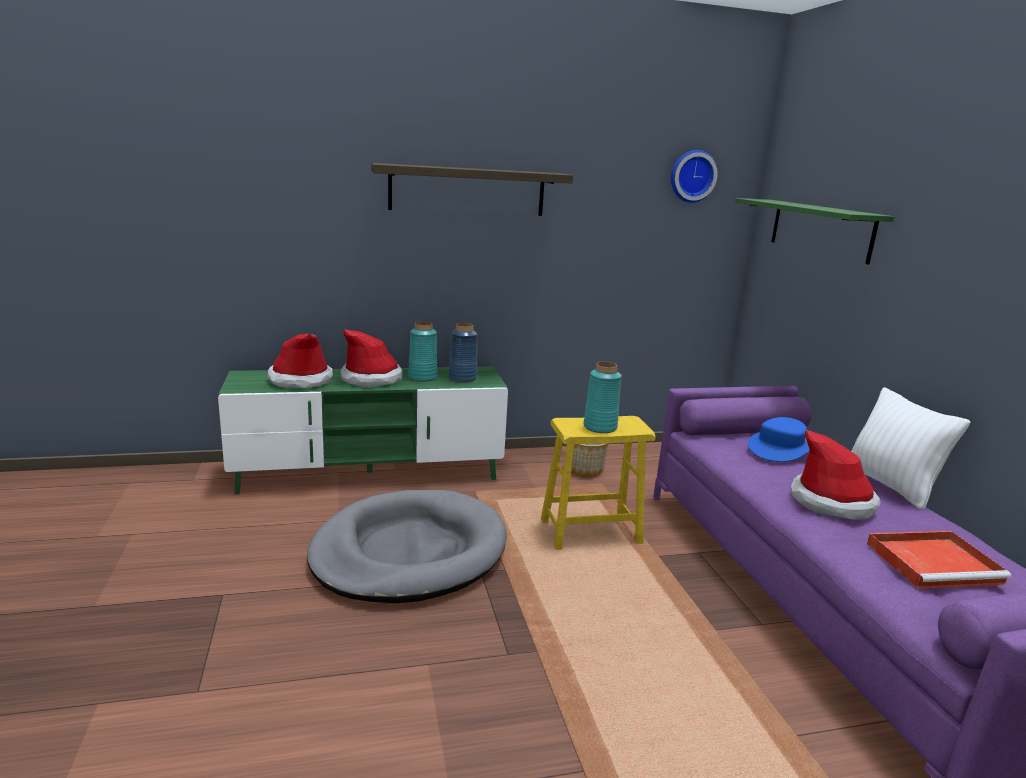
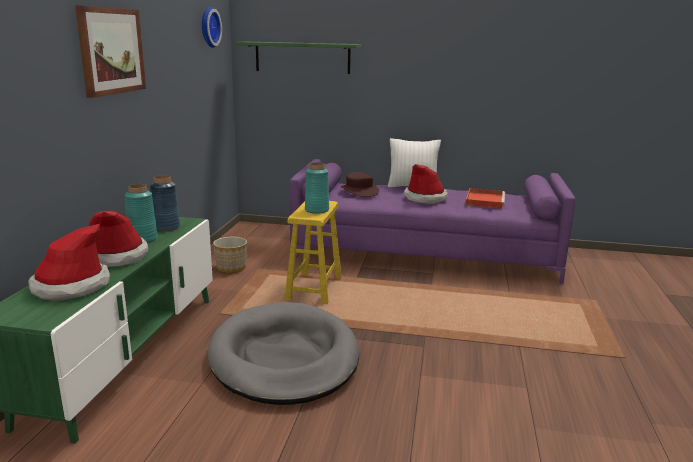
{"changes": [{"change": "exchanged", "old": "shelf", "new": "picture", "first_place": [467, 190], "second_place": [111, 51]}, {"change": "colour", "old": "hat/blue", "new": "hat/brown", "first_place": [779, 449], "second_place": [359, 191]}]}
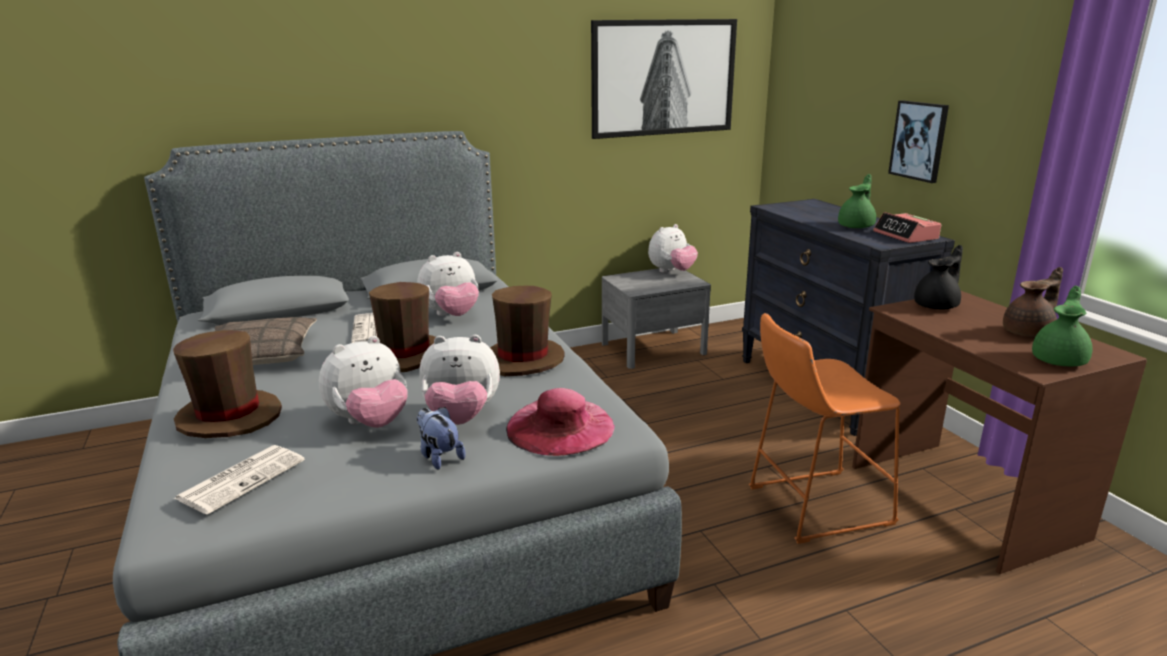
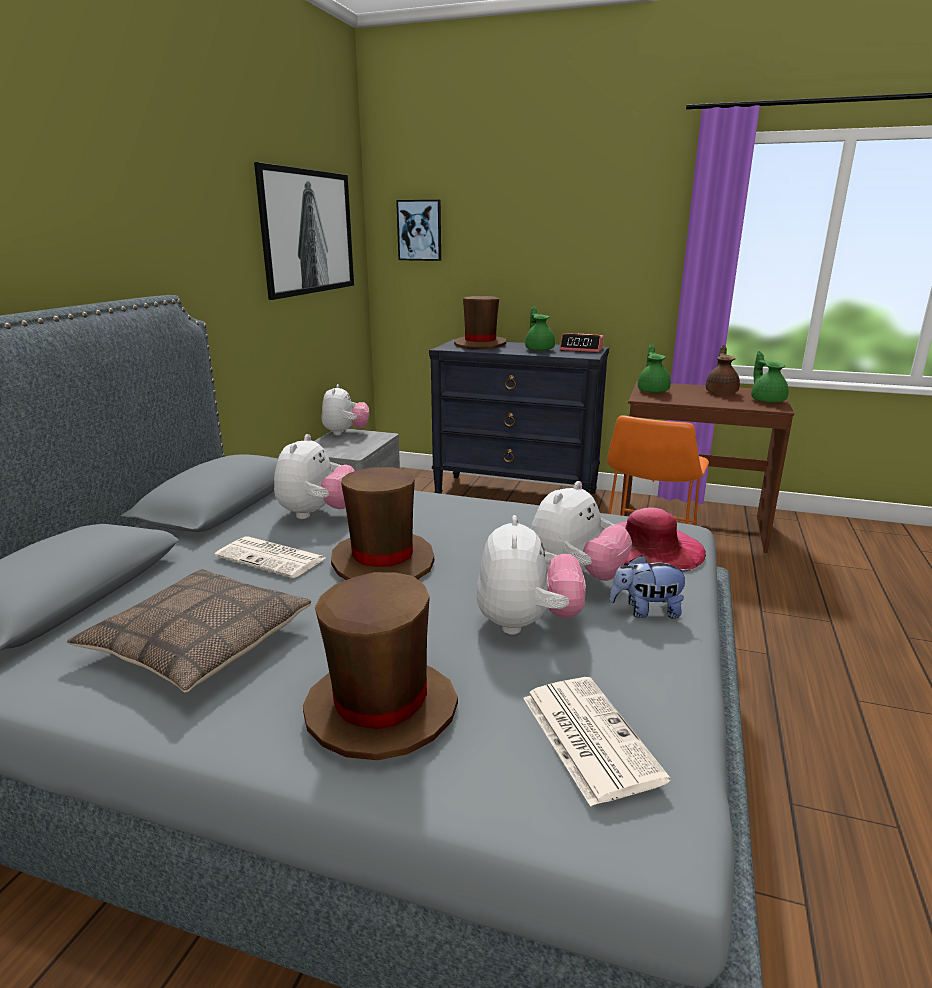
{"changes": [{"change": "relocated", "old": "hat/brown", "first_place": [523, 360], "second_place": [480, 344]}, {"change": "relocated", "old": "picture", "first_place": [919, 140], "second_place": [419, 230]}, {"change": "colour", "old": "teapot/black", "new": "teapot/green", "first_place": [937, 306], "second_place": [653, 391]}]}
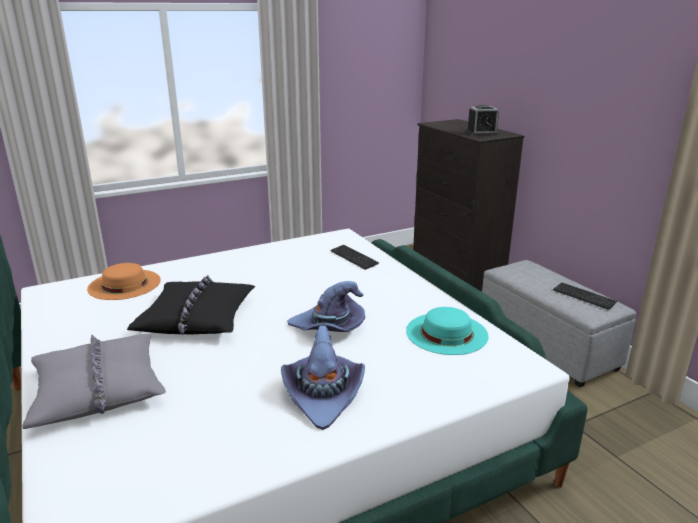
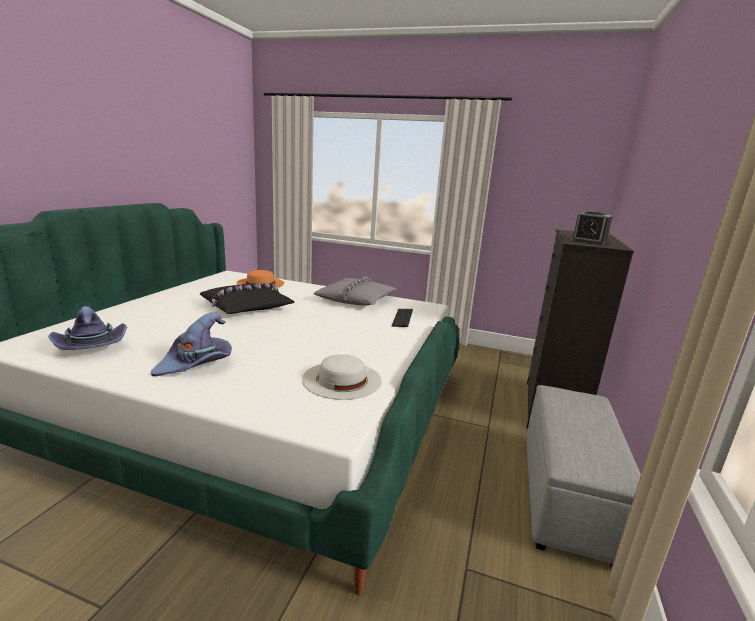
{"changes": [{"change": "relocated", "old": "pillow/grey", "first_place": [98, 389], "second_place": [356, 299]}, {"change": "relocated", "old": "hat/purple", "first_place": [329, 327], "second_place": [91, 347]}, {"change": "colour", "old": "hat/turquoise", "new": "hat/white", "first_place": [446, 333], "second_place": [342, 379]}, {"change": "missing", "old": "keyboard", "first_place": [584, 297]}]}
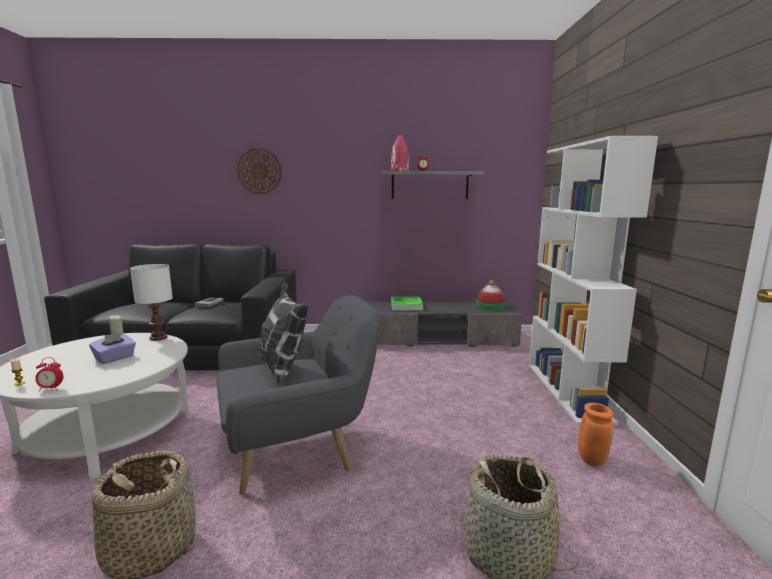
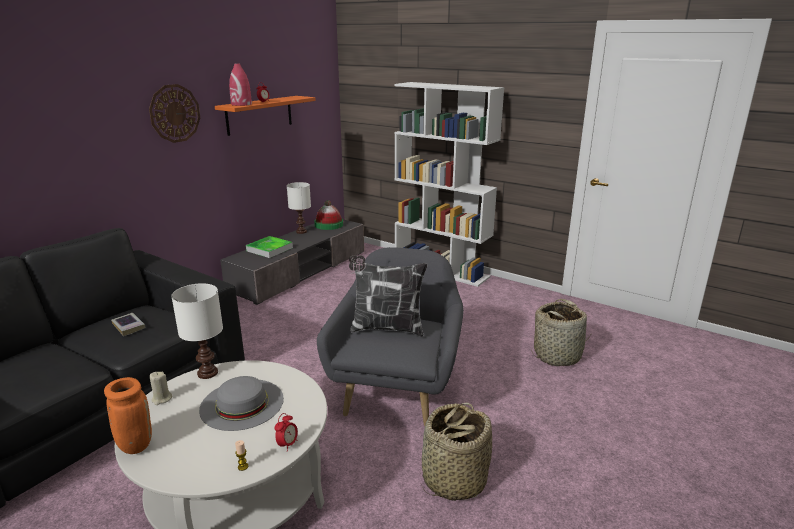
{"changes": [{"change": "exchanged", "old": "tissue box/purple", "new": "hat/grey", "first_place": [115, 358], "second_place": [242, 403]}, {"change": "relocated", "old": "wall clock", "first_place": [259, 171], "second_place": [174, 113]}, {"change": "colour", "old": "shelf/grey", "new": "shelf/orange", "first_place": [430, 185], "second_place": [259, 115]}, {"change": "relocated", "old": "vase/orange", "first_place": [591, 459], "second_place": [134, 445]}, {"change": "appeared", "new": "table lamp/white", "second_place": [302, 232]}]}
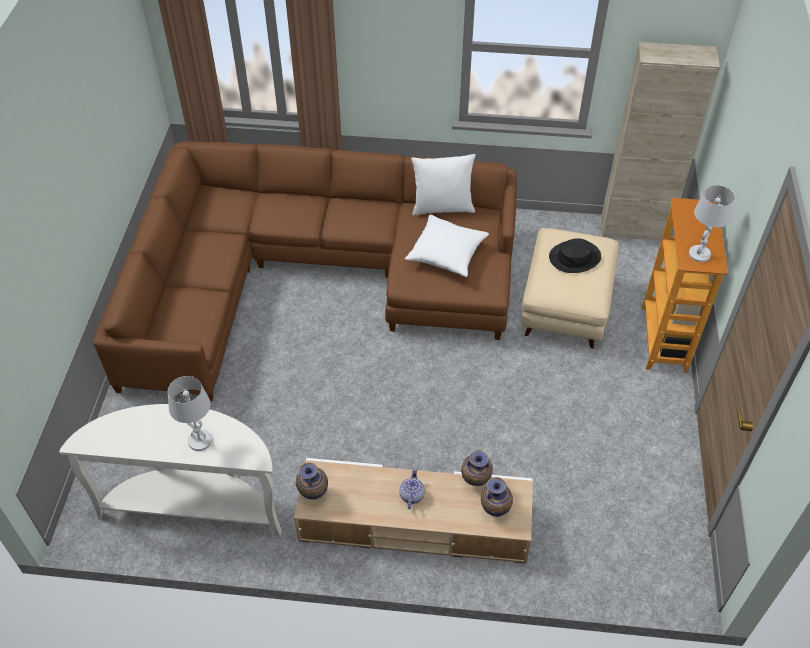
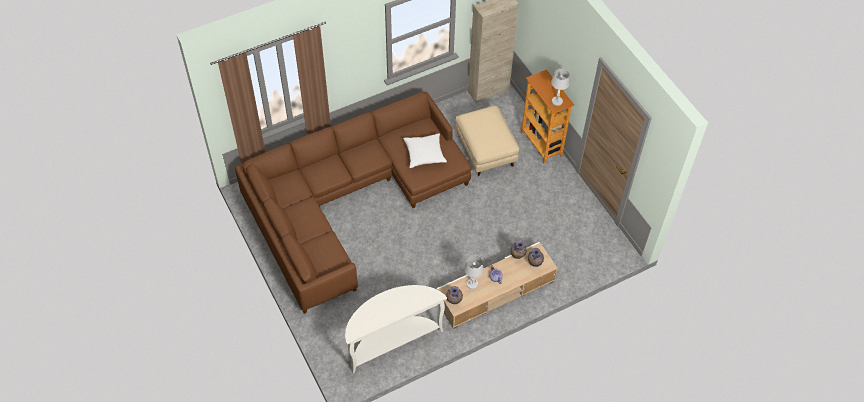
{"changes": [{"change": "relocated", "old": "table lamp/white", "first_place": [199, 441], "second_place": [472, 284]}, {"change": "missing", "old": "pillow/white", "first_place": [442, 208]}, {"change": "missing", "old": "hat/black", "first_place": [574, 257]}]}
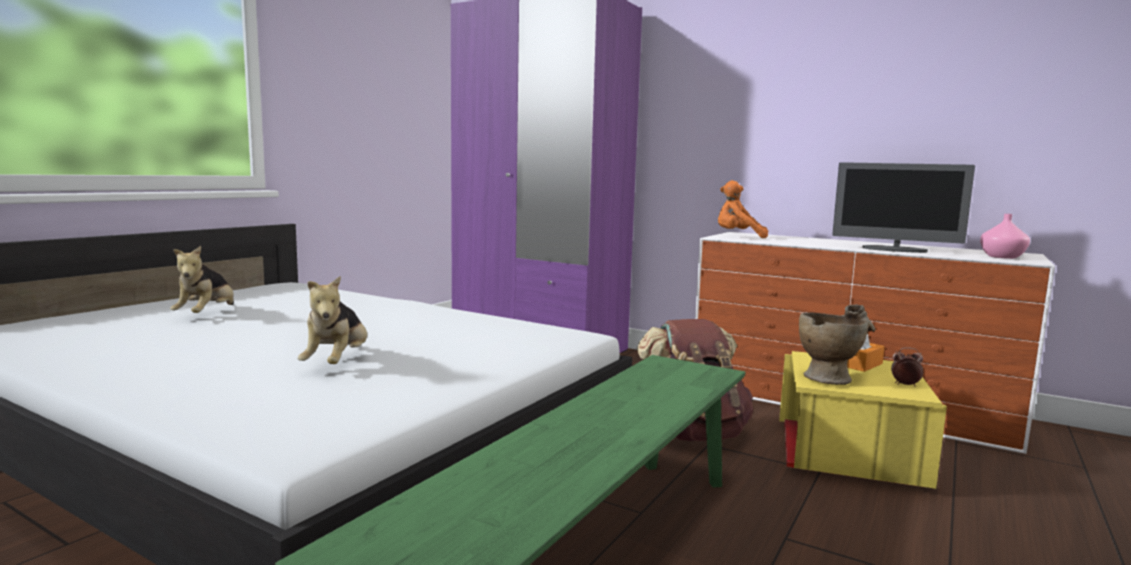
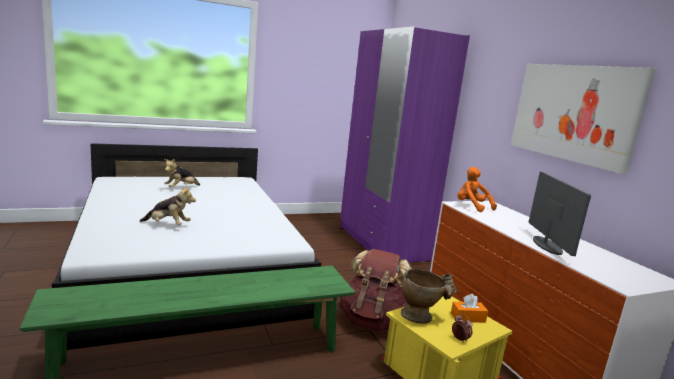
{"changes": [{"change": "spun", "old": "plush toy", "first_place": [337, 363], "second_place": [168, 225], "degrees": -120}, {"change": "spun", "old": "monitor", "first_place": [895, 250], "second_place": [546, 245], "degrees": -150}, {"change": "missing", "old": "vase/pink", "first_place": [1001, 257]}, {"change": "appeared", "new": "picture", "second_place": [573, 113]}]}
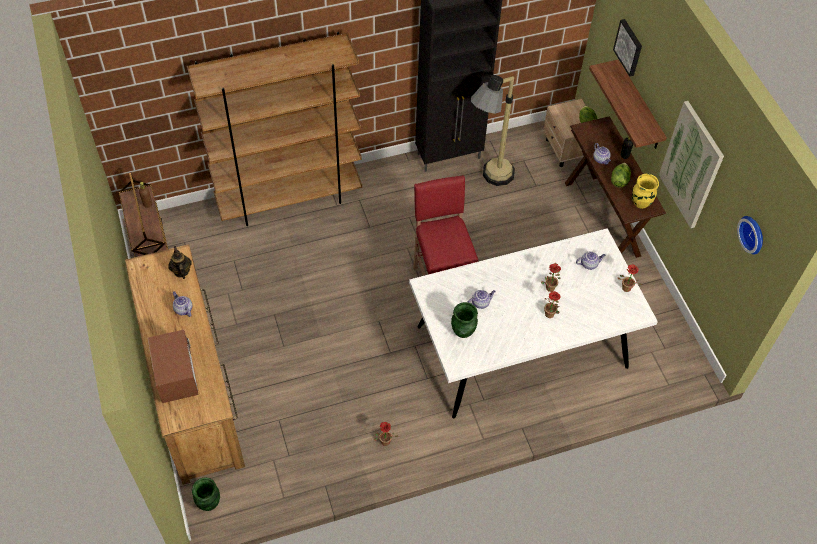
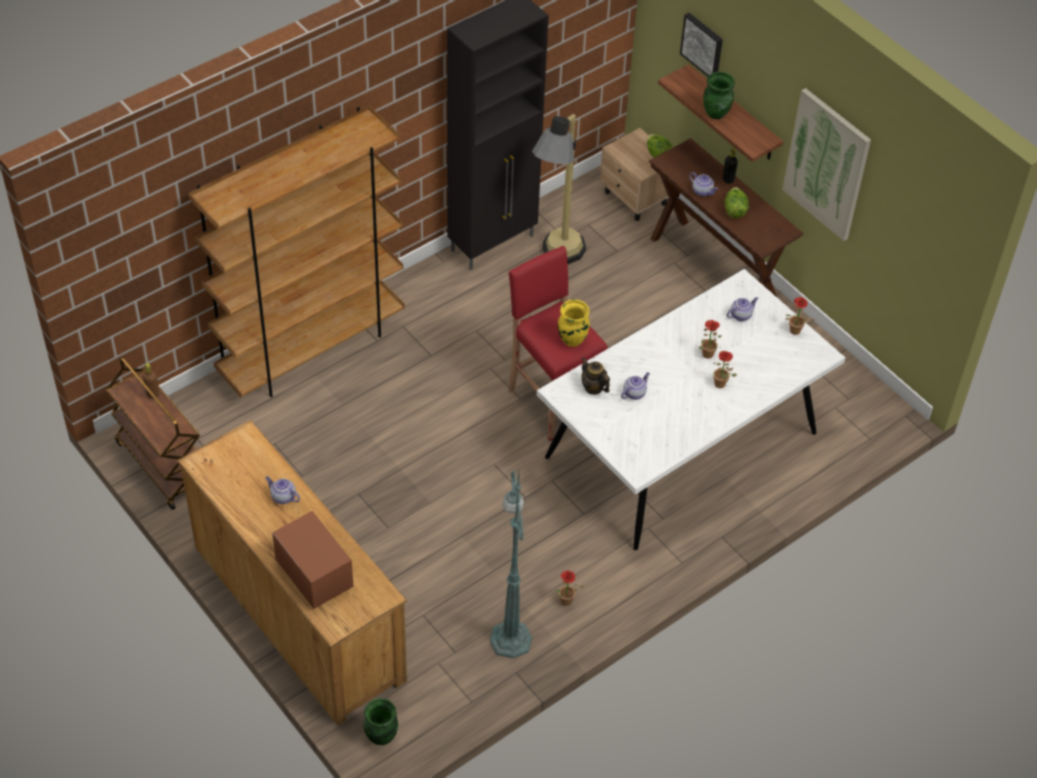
{"changes": [{"change": "relocated", "old": "teapot", "first_place": [181, 271], "second_place": [593, 387]}, {"change": "relocated", "old": "vase/green", "first_place": [463, 331], "second_place": [716, 113]}, {"change": "relocated", "old": "vase/yellow", "first_place": [640, 203], "second_place": [572, 340]}, {"change": "missing", "old": "wall clock", "first_place": [753, 234]}, {"change": "appeared", "new": "floor lamp/green", "second_place": [510, 637]}]}
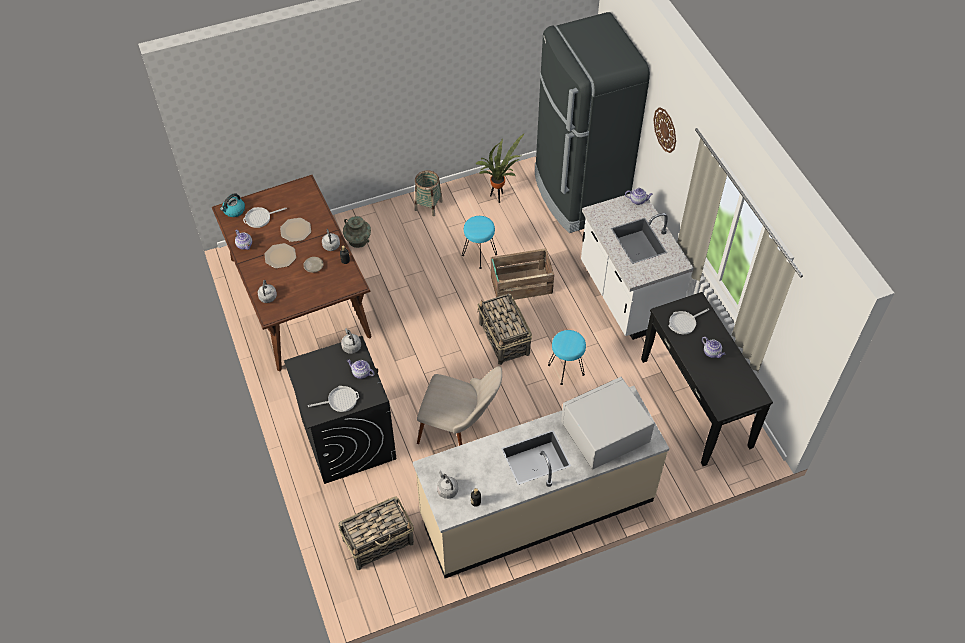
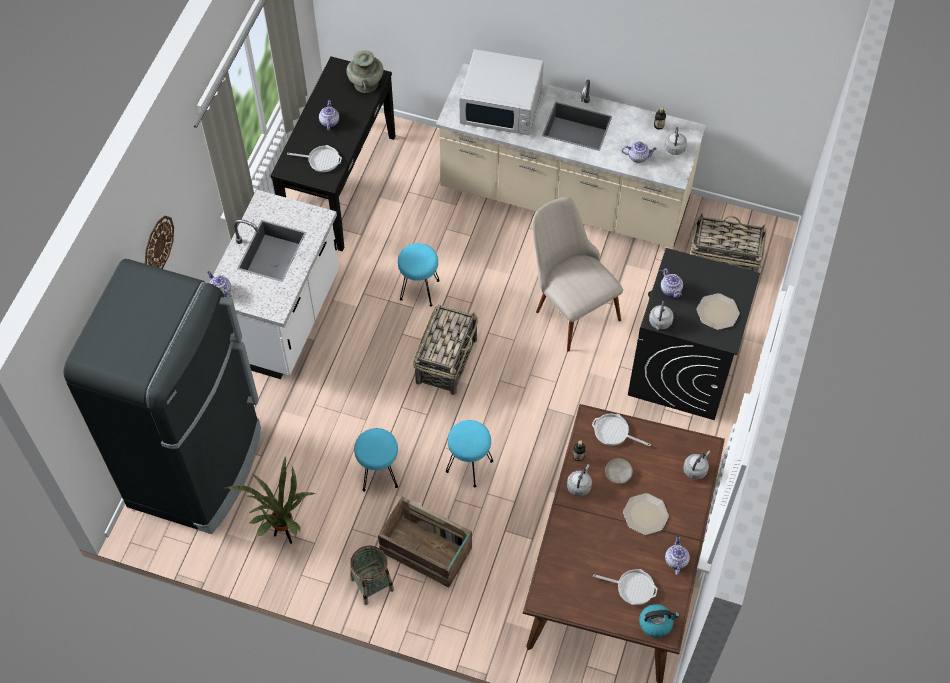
{"changes": [{"change": "relocated", "old": "plate", "first_place": [295, 230], "second_place": [718, 312]}, {"change": "relocated", "old": "frying pan", "first_place": [340, 400], "second_place": [613, 432]}, {"change": "relocated", "old": "vase/turquoise", "first_place": [358, 240], "second_place": [366, 83]}, {"change": "relocated", "old": "crate", "first_place": [520, 284], "second_place": [427, 551]}, {"change": "appeared", "new": "stool/turquoise", "second_place": [469, 465]}, {"change": "appeared", "new": "teapot", "second_place": [638, 157]}]}
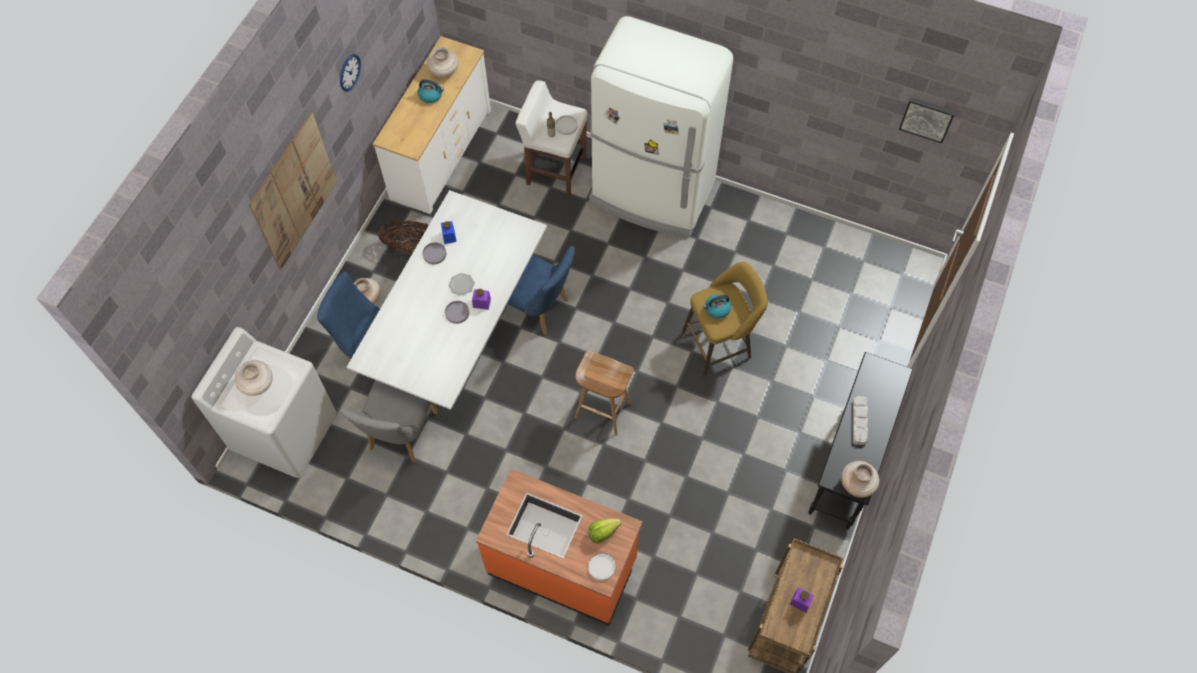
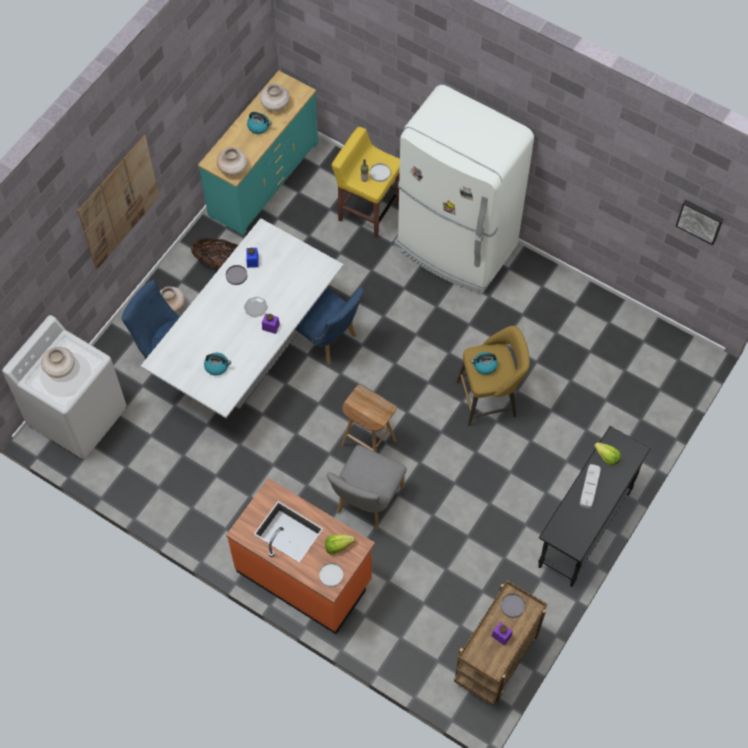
{"changes": [{"change": "missing", "old": "wall clock", "first_place": [349, 72]}, {"change": "relocated", "old": "chair/grey", "first_place": [399, 435], "second_place": [366, 502]}, {"change": "colour", "old": "dresser/white", "new": "dresser/turquoise", "first_place": [440, 154], "second_place": [263, 179]}, {"change": "relocated", "old": "plate/grey", "first_place": [457, 313], "second_place": [512, 606]}, {"change": "colour", "old": "stool/white", "new": "stool/yellow", "first_place": [555, 171], "second_place": [368, 211]}, {"change": "relocated", "old": "vase/beige", "first_place": [857, 484], "second_place": [233, 169]}, {"change": "appeared", "new": "kettle", "second_place": [217, 366]}, {"change": "appeared", "new": "lettuce", "second_place": [607, 457]}]}
